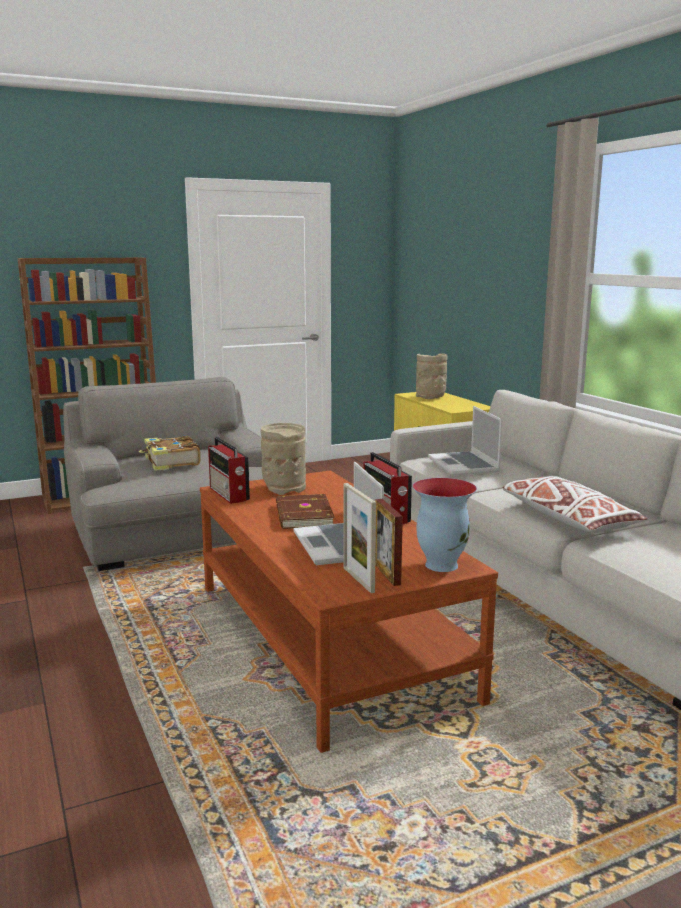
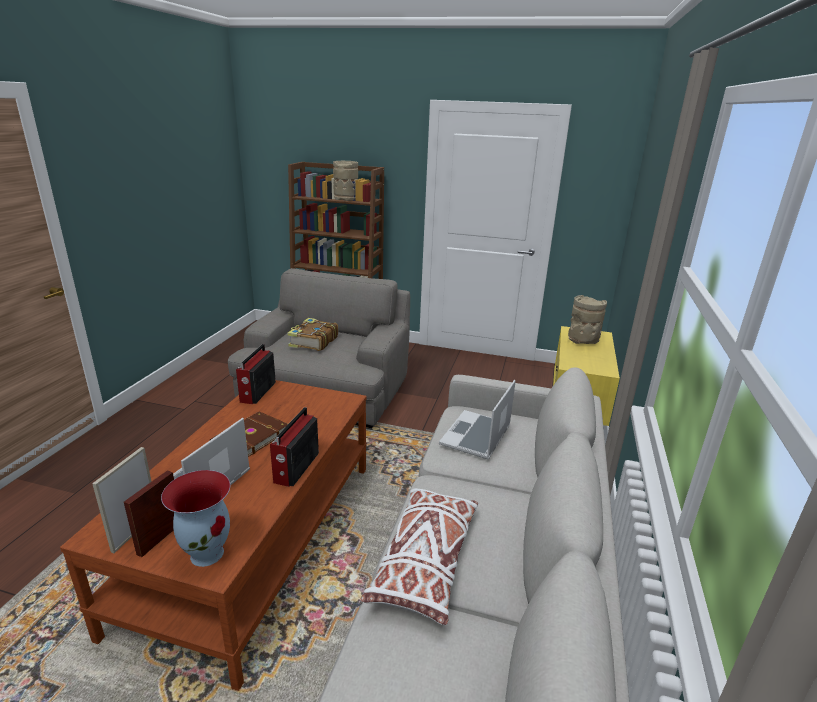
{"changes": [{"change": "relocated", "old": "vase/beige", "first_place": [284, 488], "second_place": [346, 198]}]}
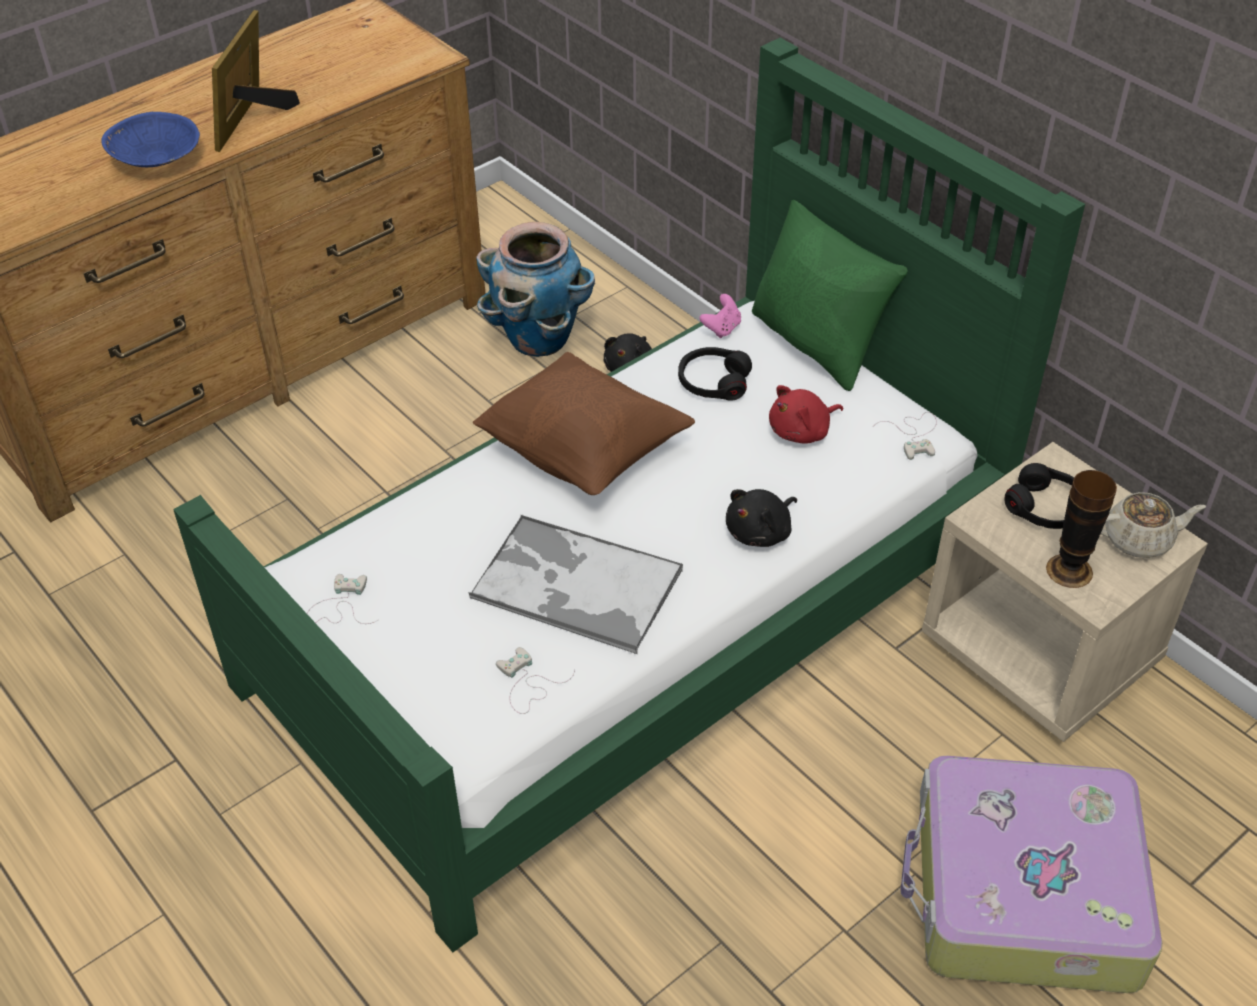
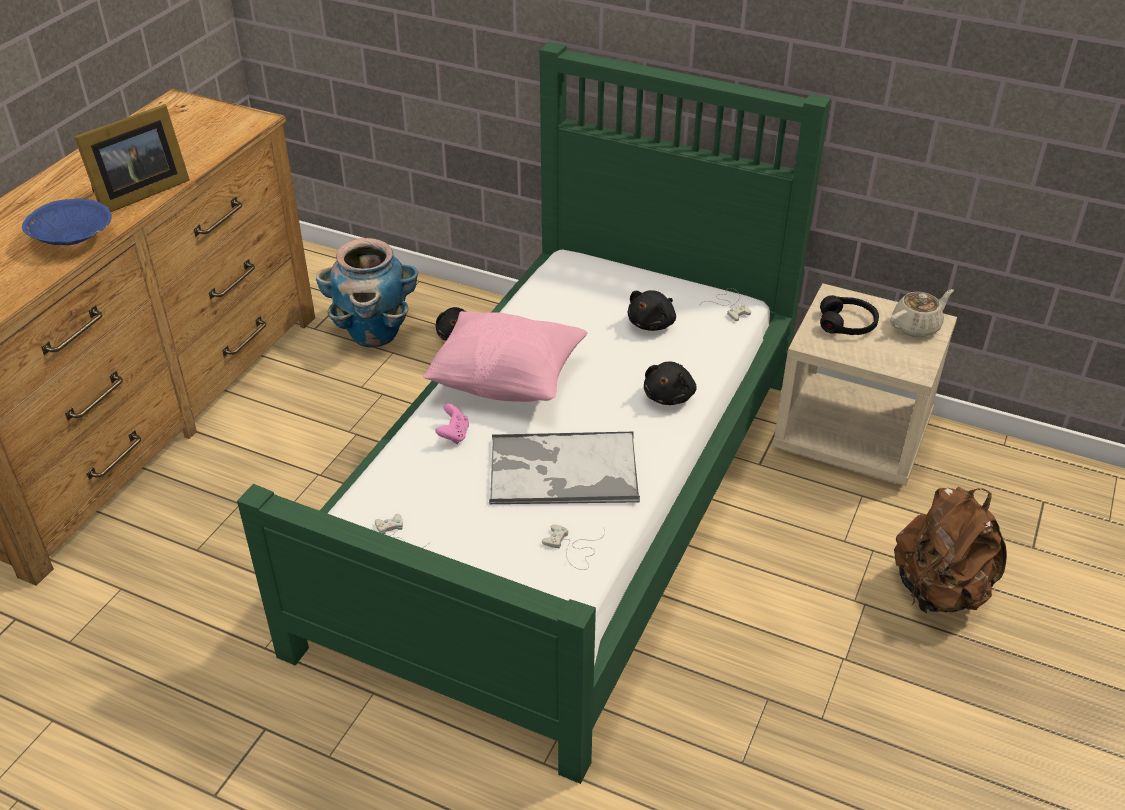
{"changes": [{"change": "spun", "old": "picture frame", "first_place": [253, 120], "second_place": [137, 193], "degrees": -120}, {"change": "colour", "old": "pillow/brown", "new": "pillow/pink", "first_place": [583, 454], "second_place": [507, 381]}, {"change": "missing", "old": "headphones/black", "first_place": [713, 382]}, {"change": "relocated", "old": "game controller/pink", "first_place": [722, 328], "second_place": [454, 435]}, {"change": "missing", "old": "pillow/green", "first_place": [817, 344]}, {"change": "colour", "old": "plush toy/red", "new": "plush toy/black", "first_place": [802, 431], "second_place": [652, 323]}, {"change": "exchanged", "old": "suitcase", "new": "backpack/brown", "first_place": [1022, 893], "second_place": [938, 591]}, {"change": "missing", "old": "vase", "first_place": [1069, 570]}]}
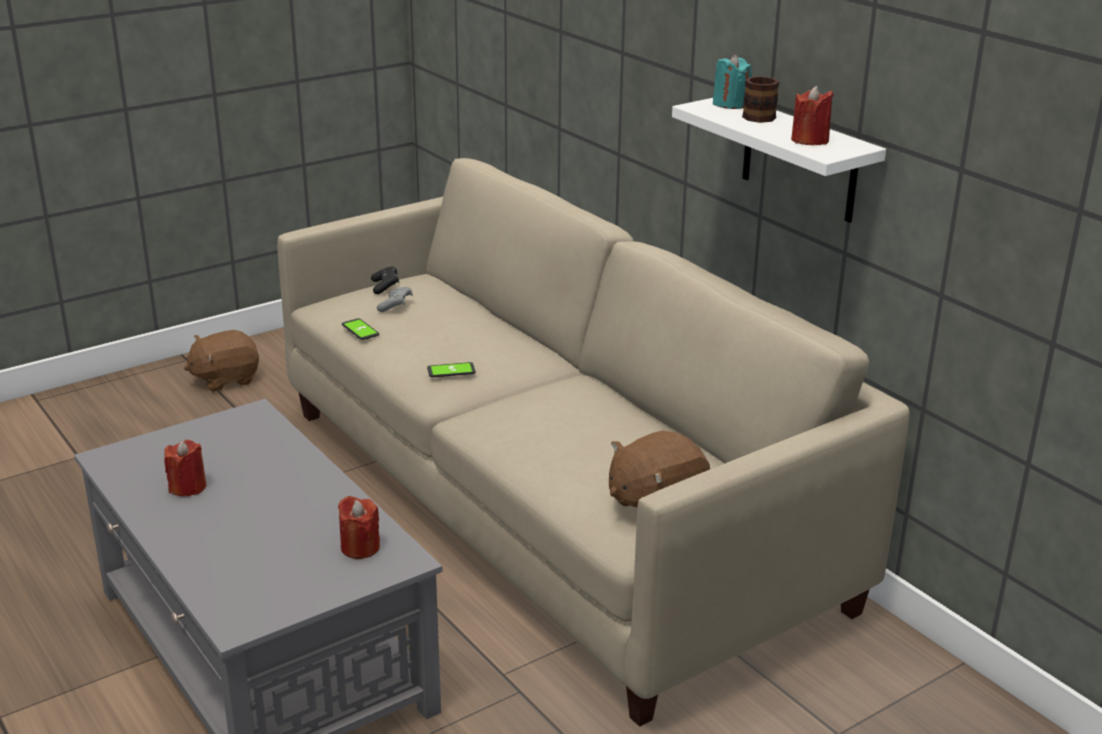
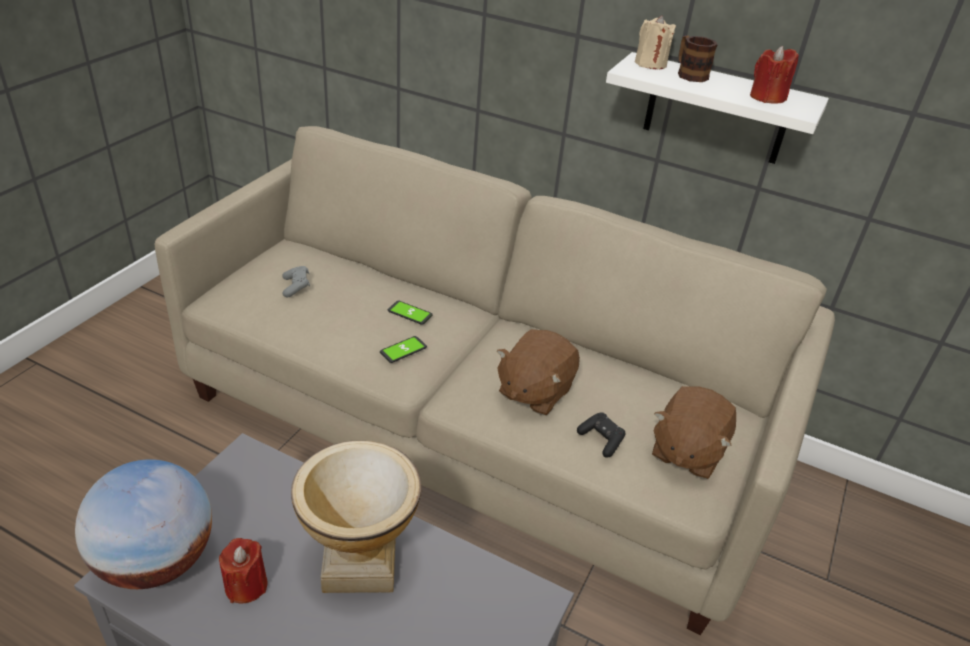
{"changes": [{"change": "relocated", "old": "plush toy/brown", "first_place": [225, 379], "second_place": [534, 391]}, {"change": "missing", "old": "candle/red", "first_place": [360, 547]}, {"change": "relocated", "old": "phone", "first_place": [360, 330], "second_place": [409, 313]}, {"change": "relocated", "old": "game controller/black", "first_place": [385, 287], "second_place": [601, 440]}, {"change": "colour", "old": "candle/turquoise", "new": "candle/beige", "first_place": [730, 104], "second_place": [650, 64]}, {"change": "appeared", "new": "globe", "second_place": [157, 561]}, {"change": "appeared", "new": "vase", "second_place": [359, 561]}]}
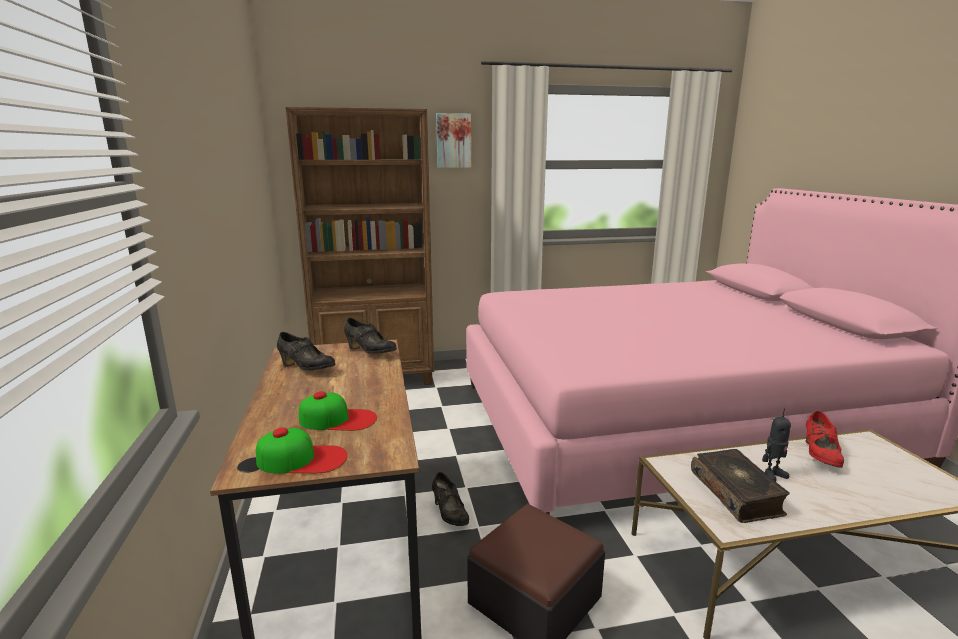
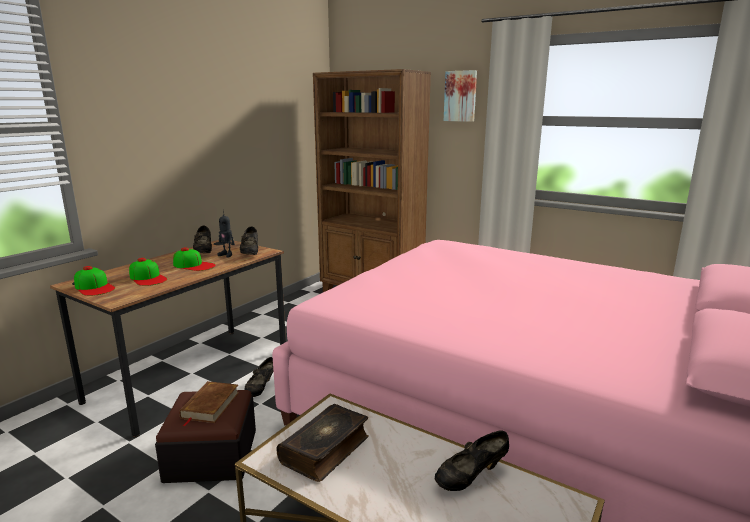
{"changes": [{"change": "relocated", "old": "toy robot", "first_place": [772, 475], "second_place": [227, 255]}, {"change": "colour", "old": "shoe/red", "new": "shoe/black", "first_place": [820, 455], "second_place": [471, 477]}, {"change": "appeared", "new": "cap", "second_place": [194, 265]}, {"change": "appeared", "new": "book/brown", "second_place": [210, 405]}]}
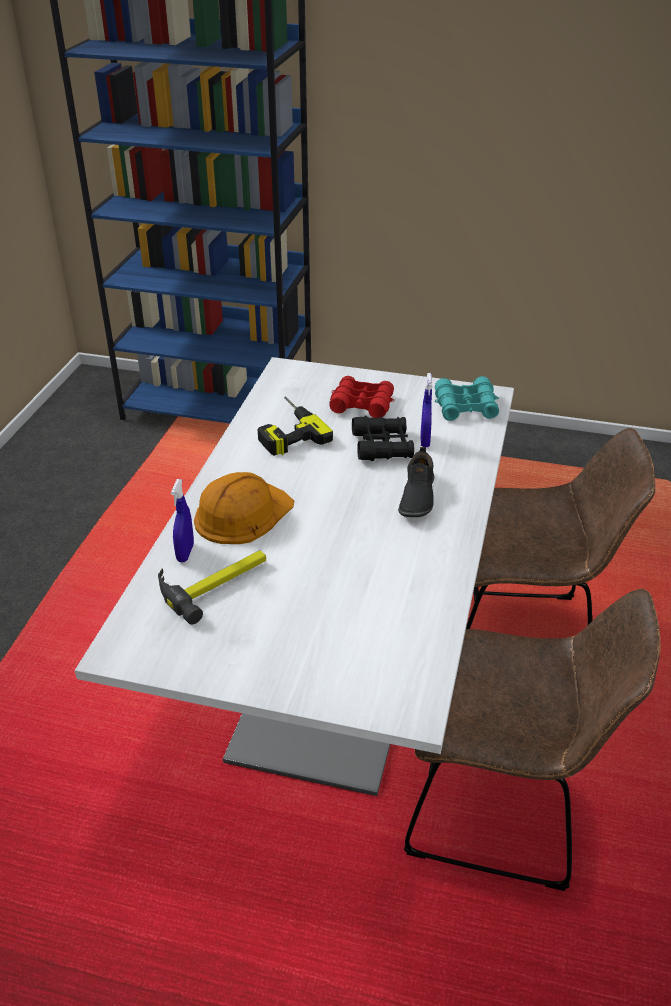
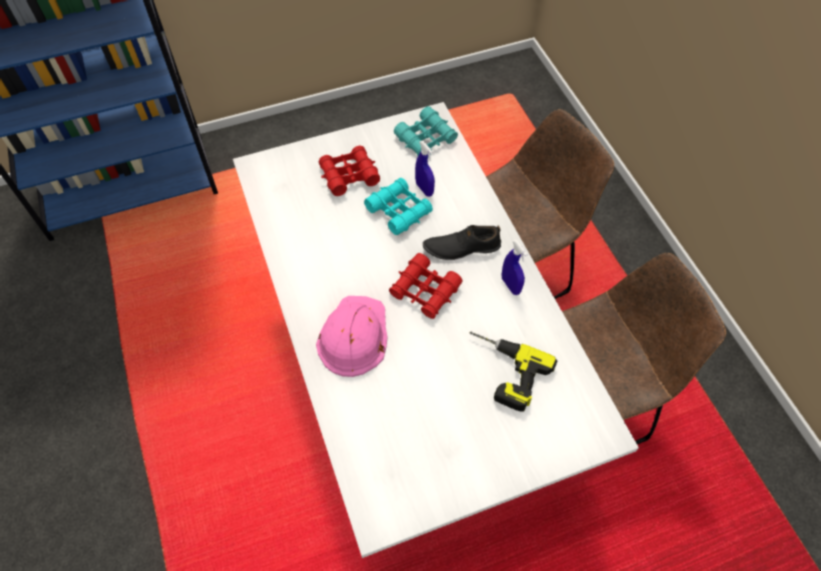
{"changes": [{"change": "missing", "old": "hammer", "first_place": [215, 582]}, {"change": "relocated", "old": "spray bottle/blue", "first_place": [185, 553], "second_place": [510, 285]}, {"change": "colour", "old": "hard hat/orange", "new": "hard hat/pink", "first_place": [242, 513], "second_place": [353, 336]}, {"change": "relocated", "old": "power drill", "first_place": [285, 430], "second_place": [502, 372]}, {"change": "colour", "old": "binoculars/black", "new": "binoculars/turquoise", "first_place": [382, 446], "second_place": [398, 211]}, {"change": "spun", "old": "shoe/black", "first_place": [416, 496], "second_place": [461, 247], "degrees": 105}, {"change": "appeared", "new": "binoculars/red", "second_place": [425, 291]}]}
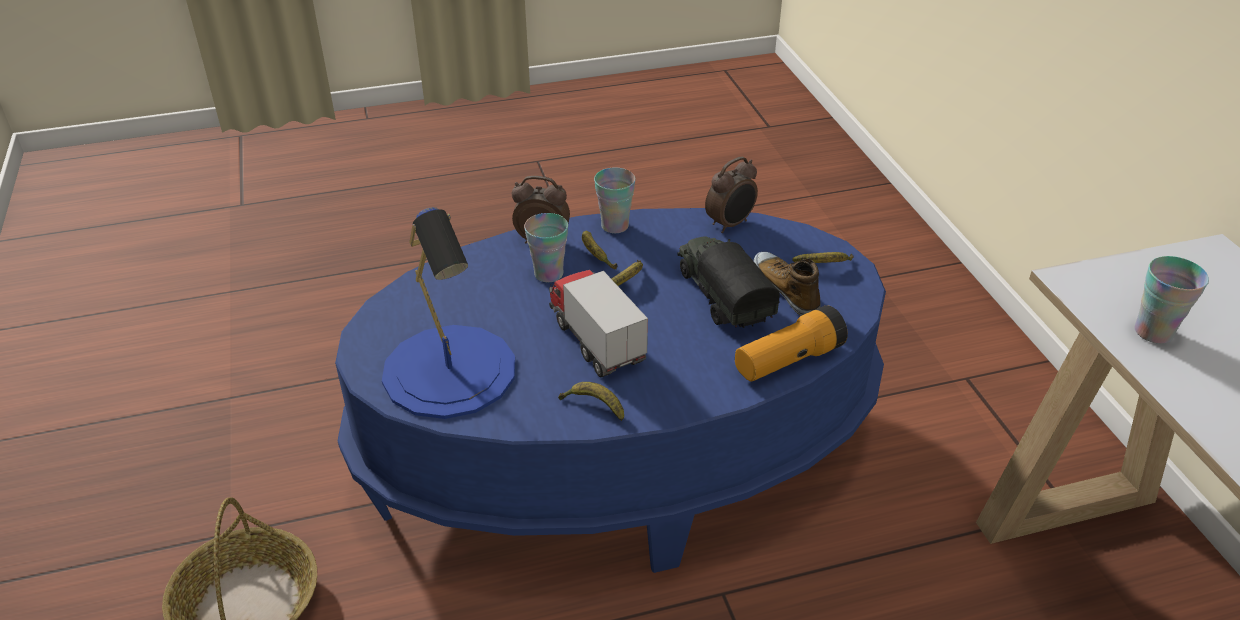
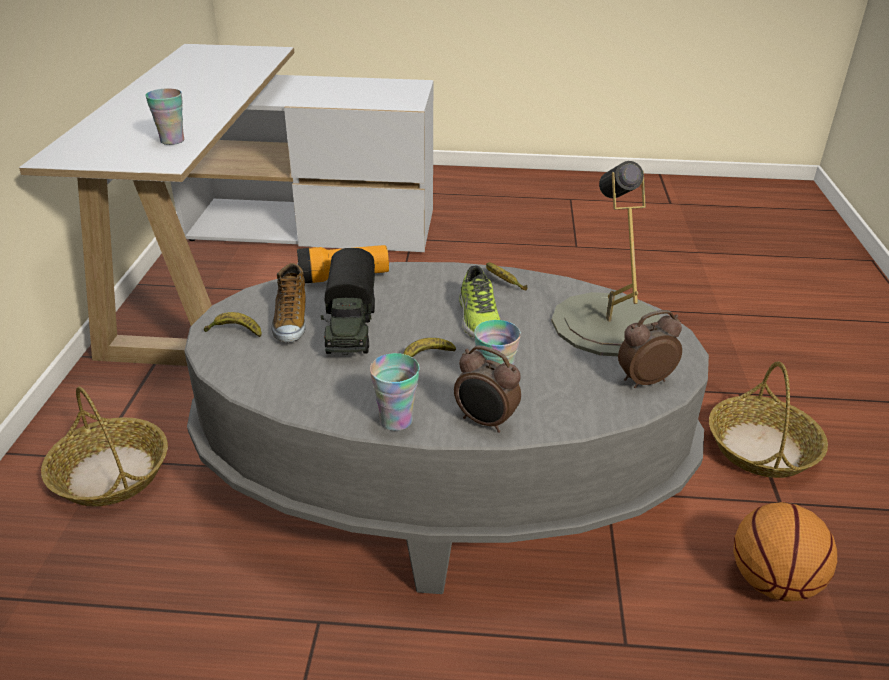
{"changes": [{"change": "colour", "old": "coffee table/blue", "new": "coffee table/grey", "first_place": [619, 452], "second_place": [442, 480]}, {"change": "colour", "old": "table lamp/blue", "new": "table lamp/grey", "first_place": [450, 371], "second_place": [607, 324]}, {"change": "exchanged", "old": "toy truck", "new": "shoe", "first_place": [596, 341], "second_place": [478, 319]}, {"change": "missing", "old": "banana", "first_place": [595, 255]}, {"change": "relocated", "old": "alarm clock", "first_place": [730, 224], "second_place": [643, 380]}, {"change": "appeared", "new": "basket", "second_place": [110, 473]}, {"change": "appeared", "new": "basketball", "second_place": [773, 583]}]}
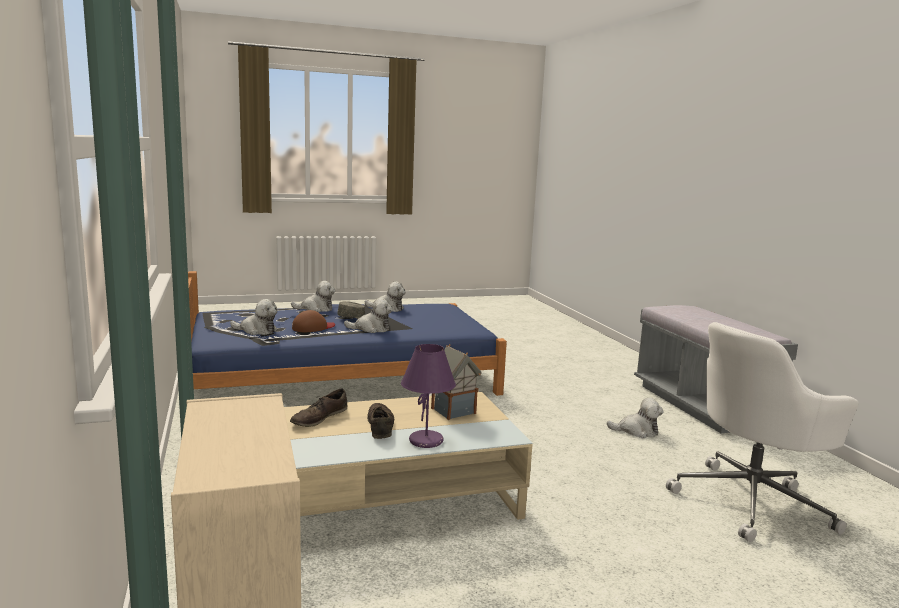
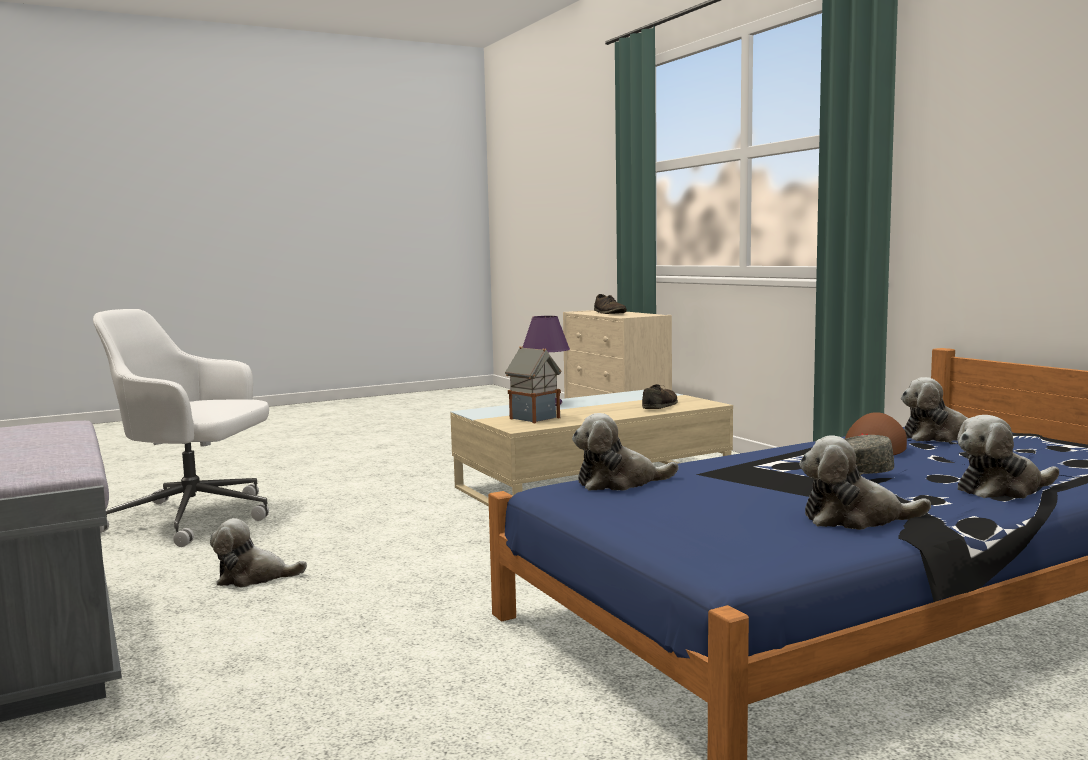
{"changes": [{"change": "relocated", "old": "plush toy", "first_place": [371, 329], "second_place": [619, 482]}, {"change": "relocated", "old": "shoe/brown", "first_place": [380, 426], "second_place": [609, 313]}, {"change": "spun", "old": "office chair/white", "first_place": [752, 502], "second_place": [194, 519], "degrees": -135}]}
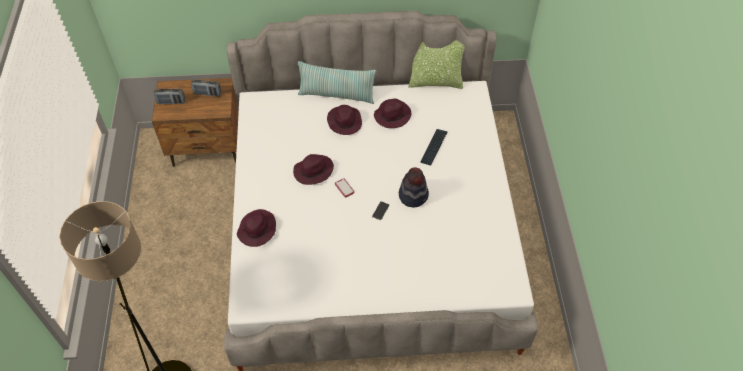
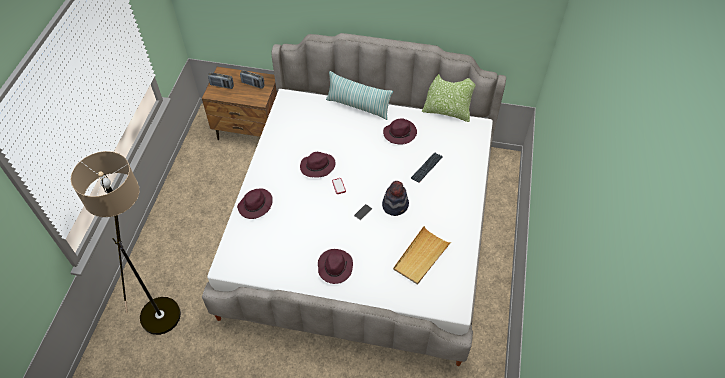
{"changes": [{"change": "relocated", "old": "hat/purple", "first_place": [344, 121], "second_place": [335, 267]}, {"change": "appeared", "new": "tray/beige", "second_place": [421, 257]}]}
